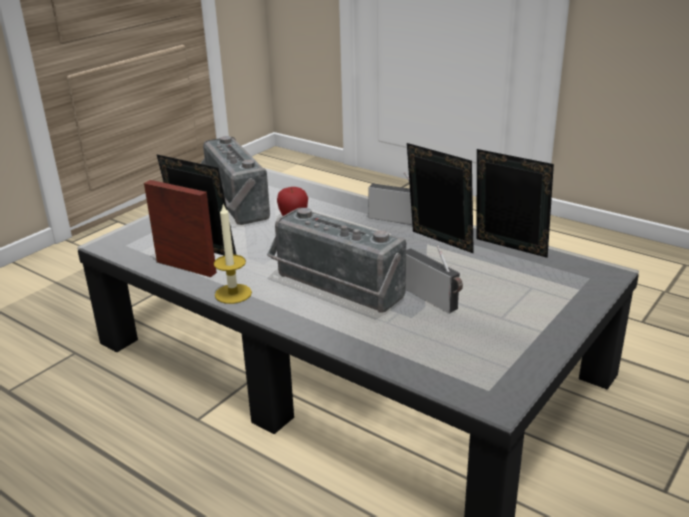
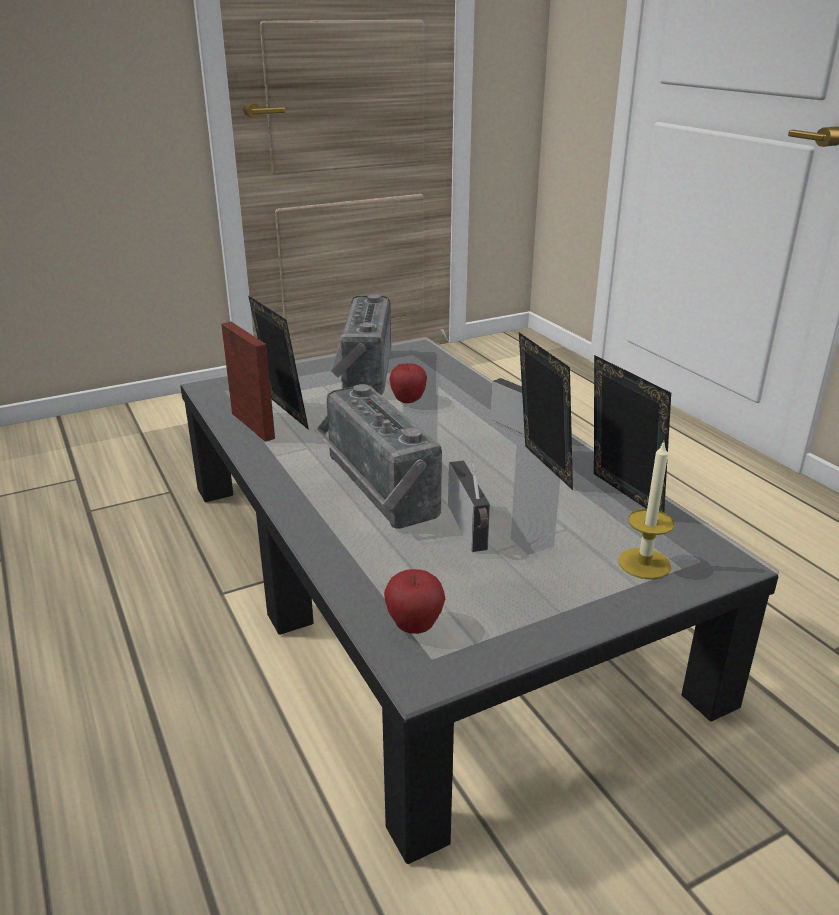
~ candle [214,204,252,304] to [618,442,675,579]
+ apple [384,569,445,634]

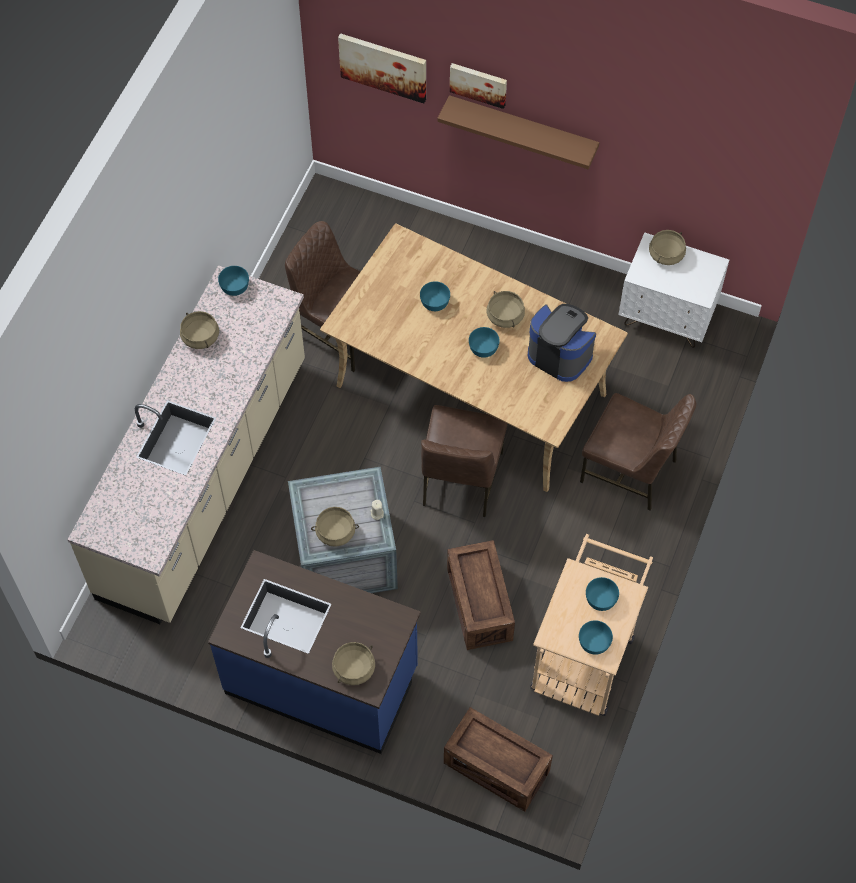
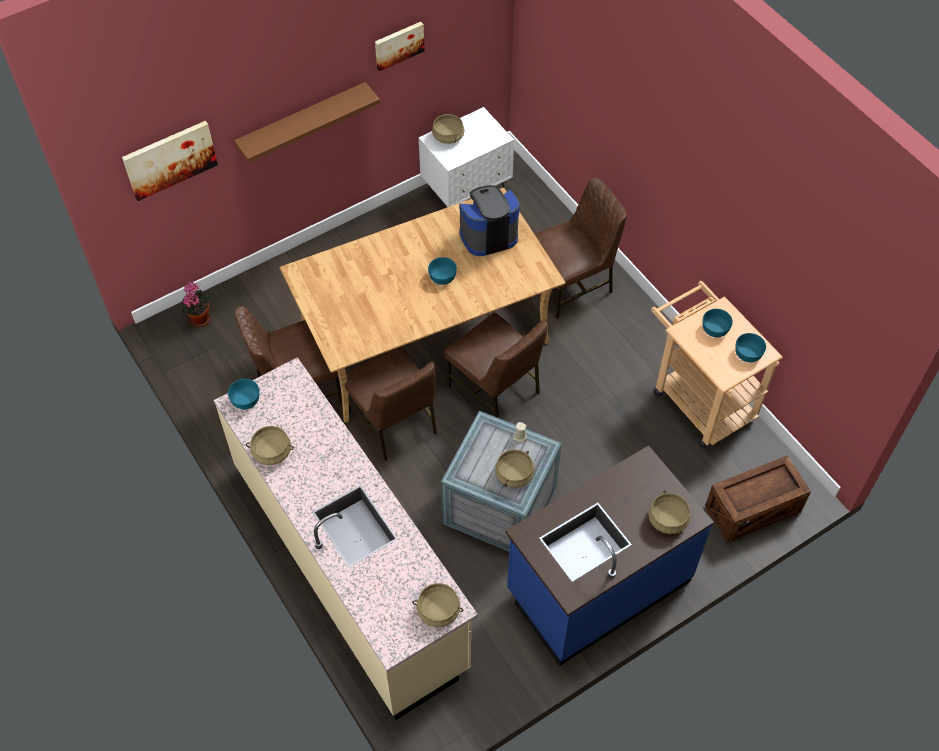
- turquoise bowl [420,281,450,311]
- crate [447,540,515,650]
~ picture [450,63,507,109] to [375,22,425,71]
~ beige cooking pot [487,291,525,328] to [412,583,464,627]
+ potted plant [181,282,211,327]
+ brown chair [345,346,437,461]

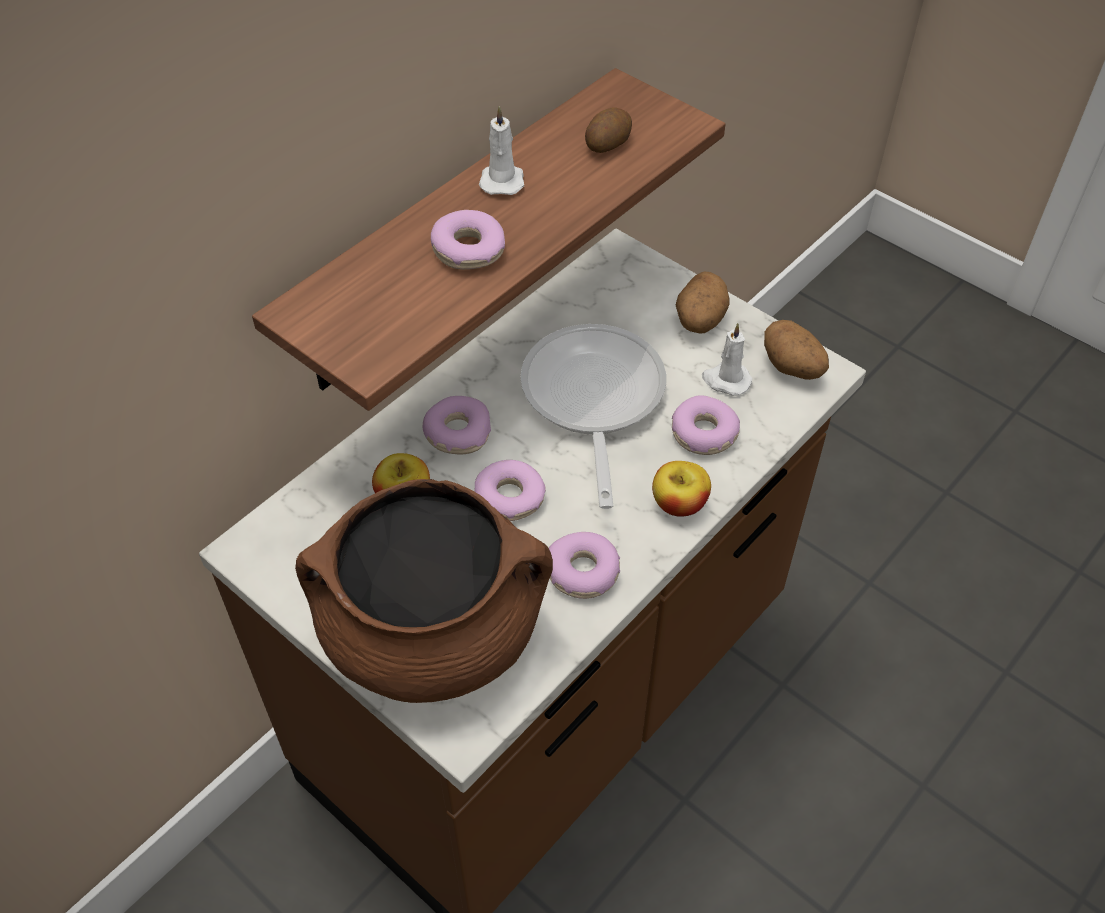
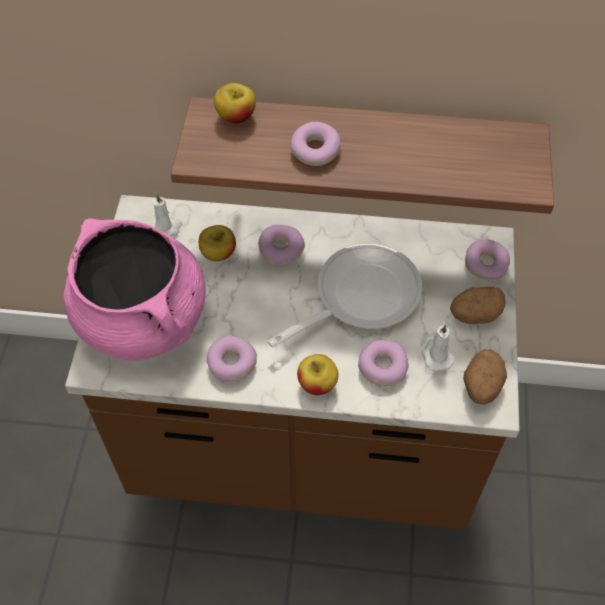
~ brown cooking pot [295,479,553,703] to pink cooking pot [64,219,206,361]
~ donut [475,460,546,521] to [465,239,510,280]
~ white candle [479,106,524,195] to [150,193,182,237]
- potato [585,108,632,153]
+ apple [214,83,256,123]

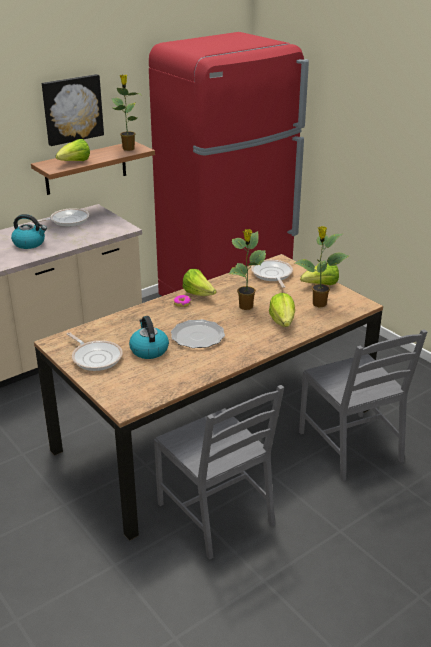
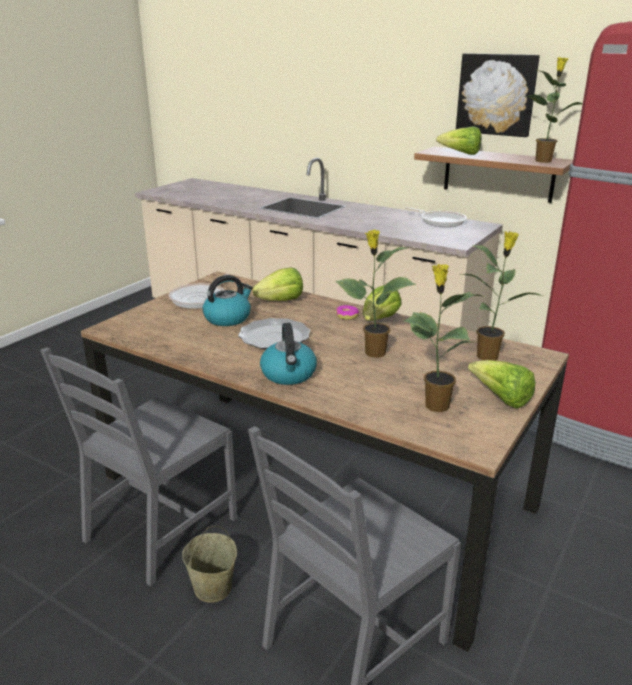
~ kettle [11,214,47,249] to [260,323,317,385]
~ frying pan [251,260,293,288] to potted plant [460,231,543,361]
~ lettuce [269,293,295,327] to [252,268,303,301]
+ beige bucket [182,526,237,603]

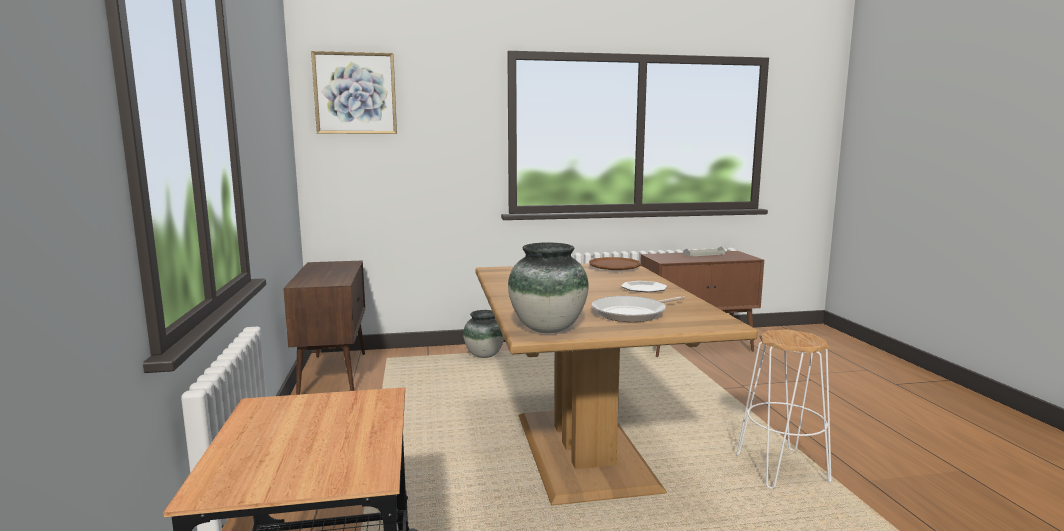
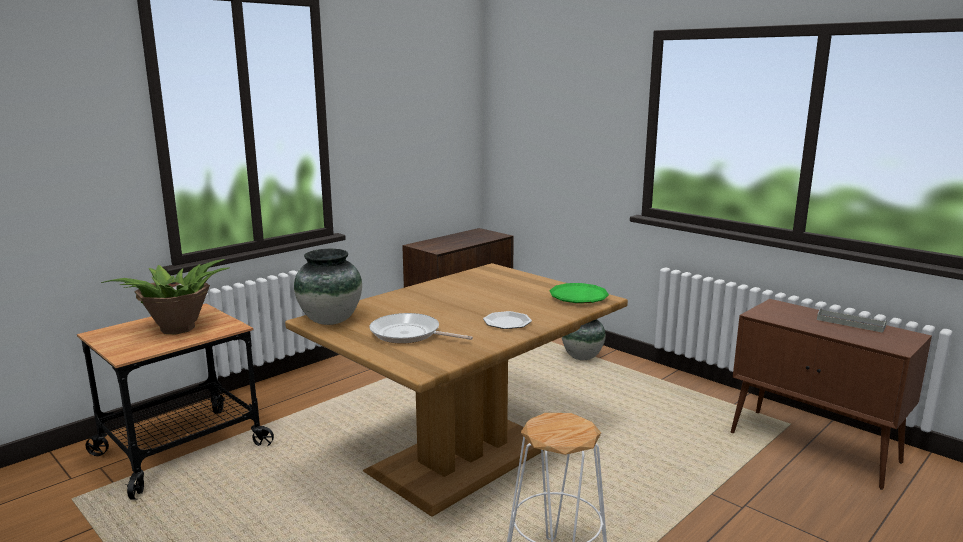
- picture [311,51,397,134]
~ brown plate [589,257,641,270] to green plate [550,283,609,303]
+ potted plant [101,259,230,335]

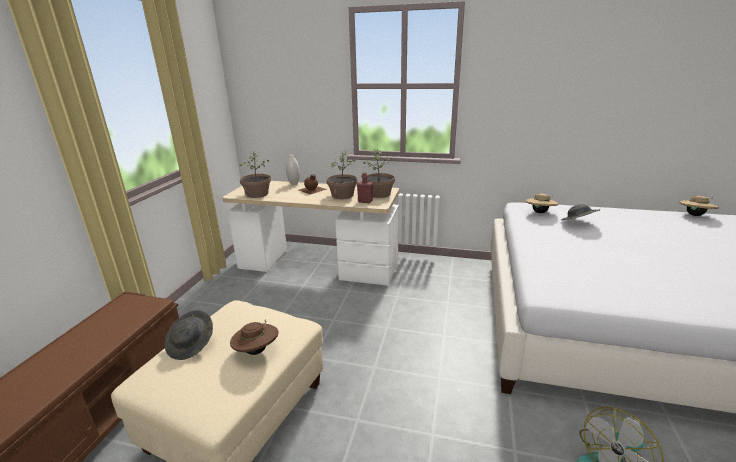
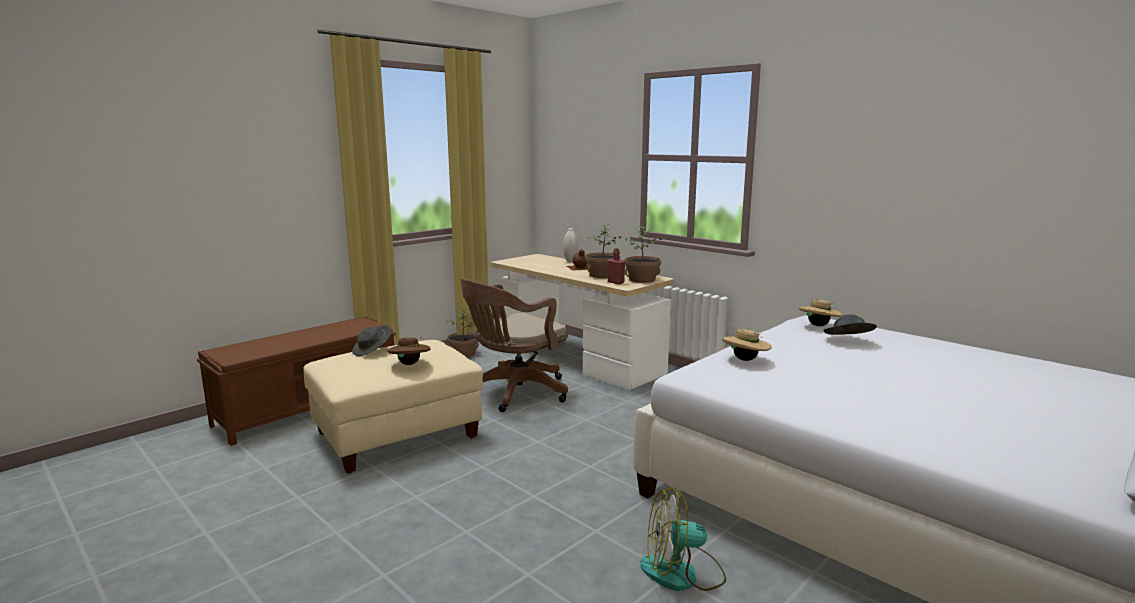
~ potted plant [239,151,271,198] to [446,311,479,357]
~ beige hat [680,196,719,216] to [723,329,772,361]
+ brown office chair [460,279,568,412]

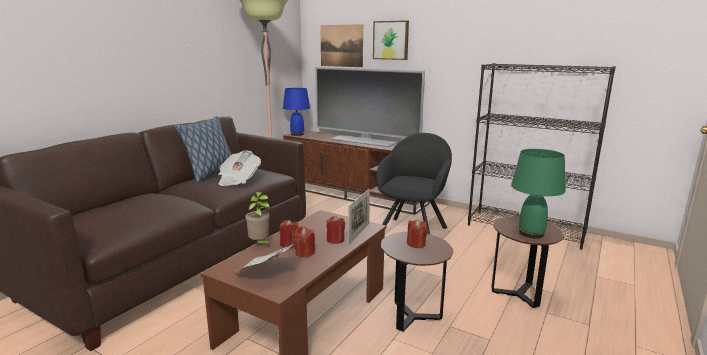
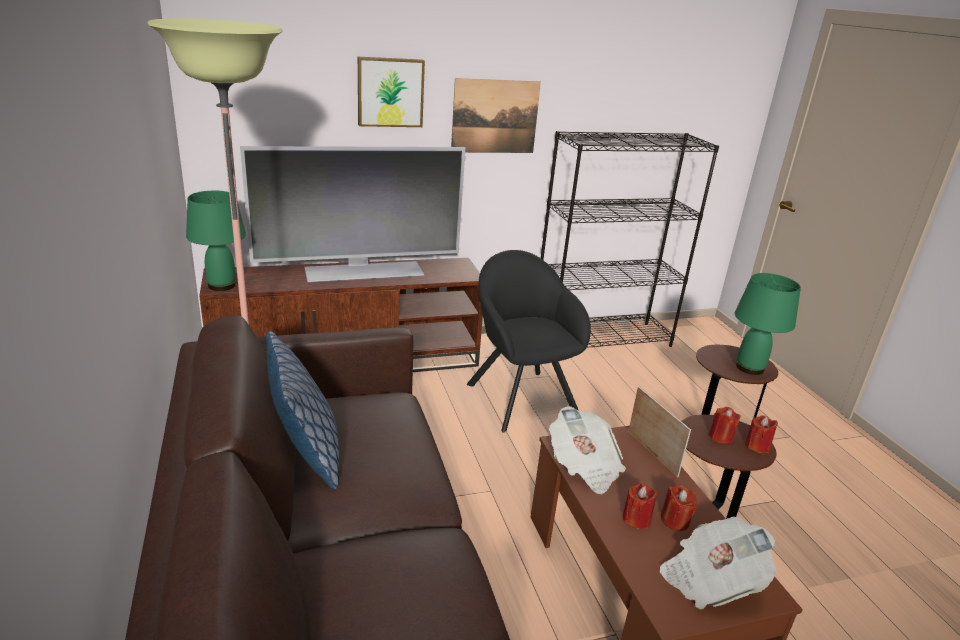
~ newspaper [218,151,261,186] to [549,406,626,494]
- potted plant [245,192,270,247]
~ blue table lamp [283,88,310,136] to green table lamp [186,191,246,291]
~ picture [320,24,363,67] to [451,78,541,153]
~ red candle [327,216,345,244] to [745,415,778,453]

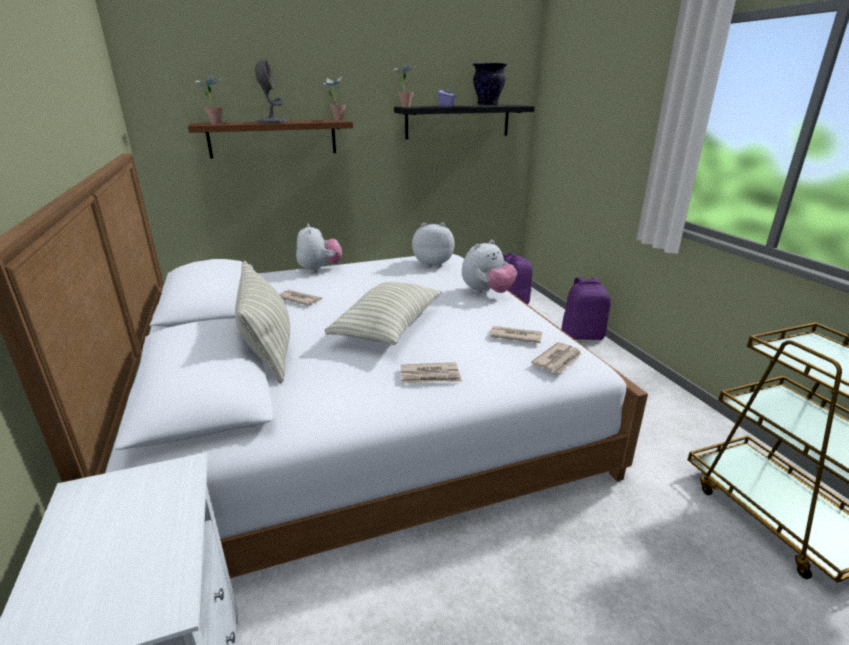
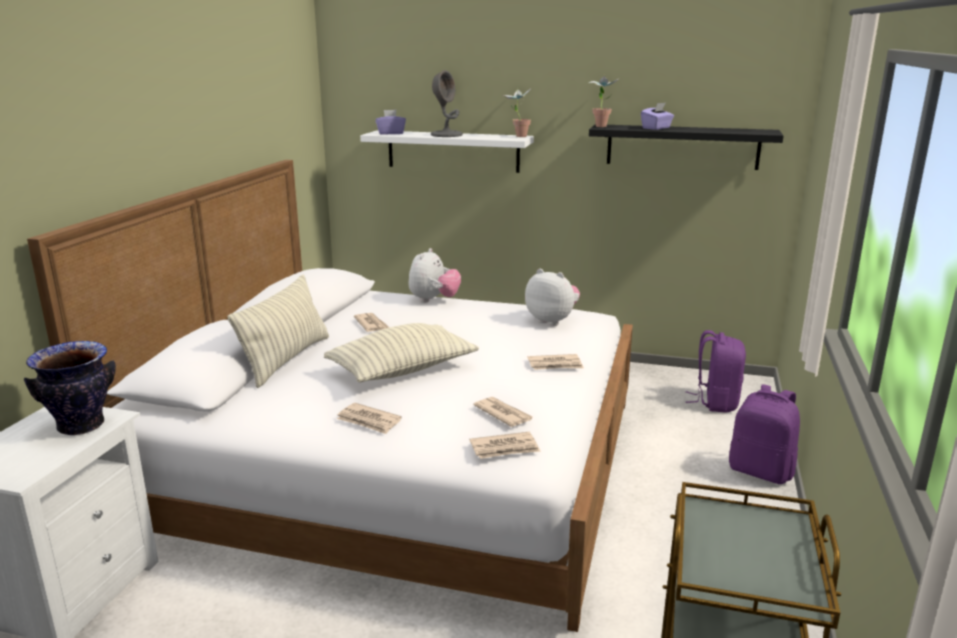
~ brown shelf [188,120,353,159] to white shelf [360,130,534,173]
~ potted plant [194,74,223,124] to purple tissue box [376,110,406,135]
~ plush toy [462,240,517,294] to newspaper [528,354,584,370]
~ vase [473,63,507,106] to [24,341,116,435]

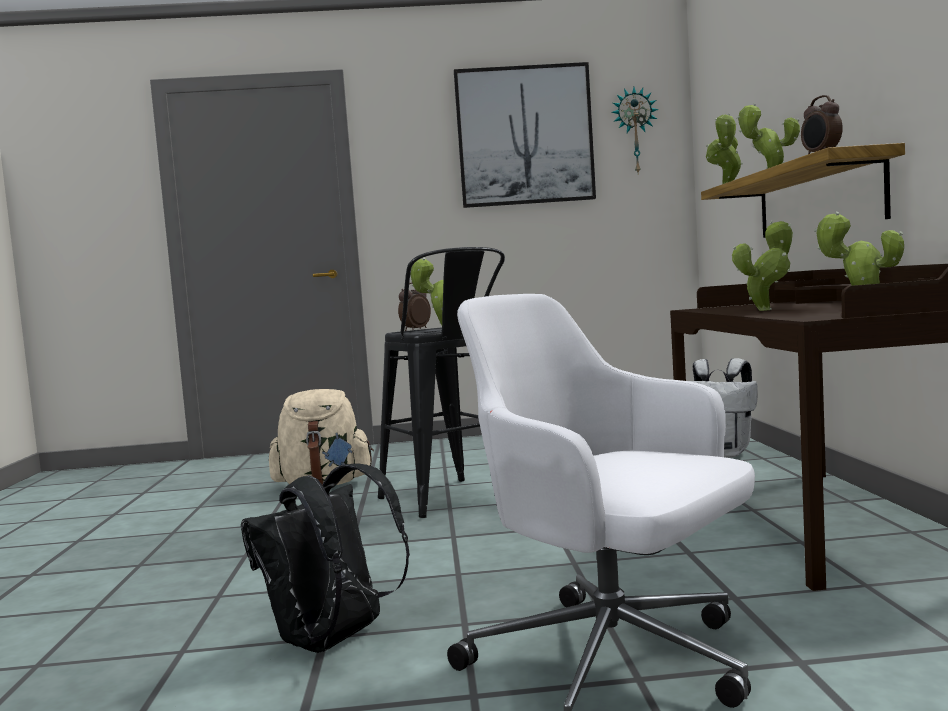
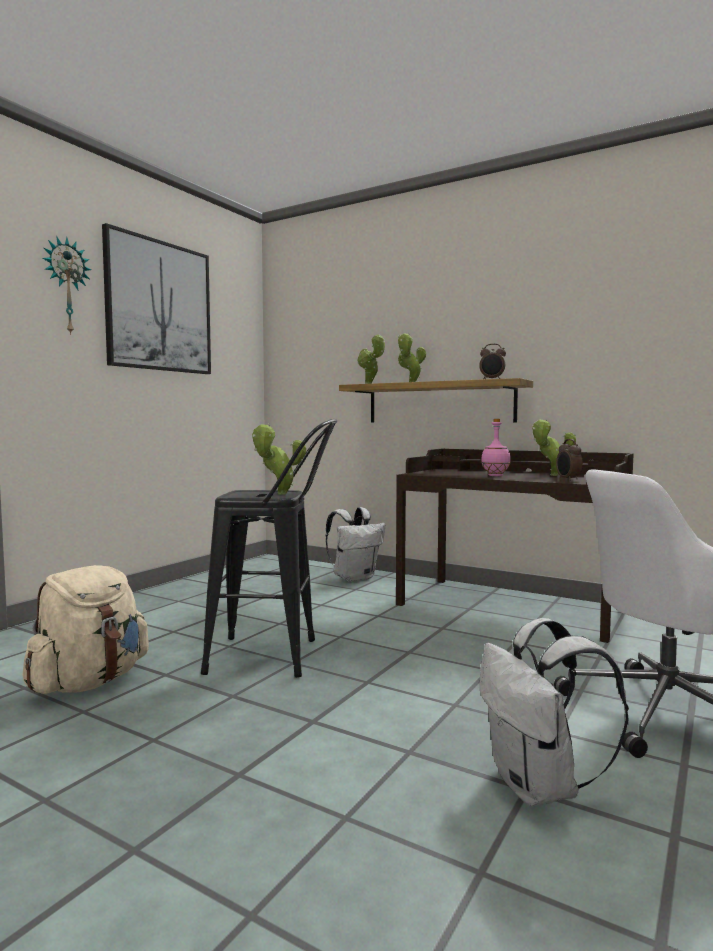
~ black backpack [241,463,410,653] to white backpack [480,618,629,806]
~ alarm clock [398,283,431,331] to [556,439,583,481]
~ wall clock [611,87,659,173] to [42,236,91,335]
~ potted plant [732,221,793,311] to pink bottle [481,419,511,476]

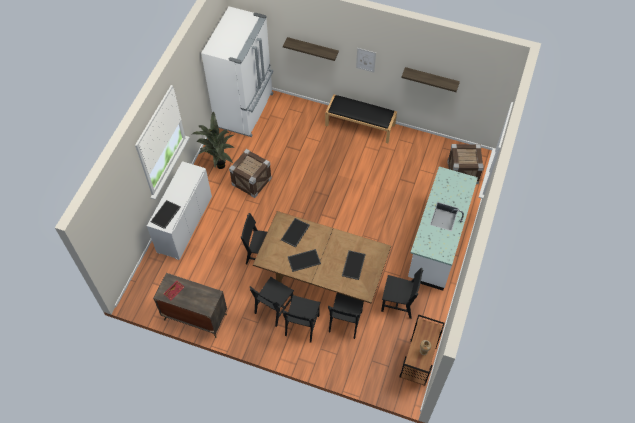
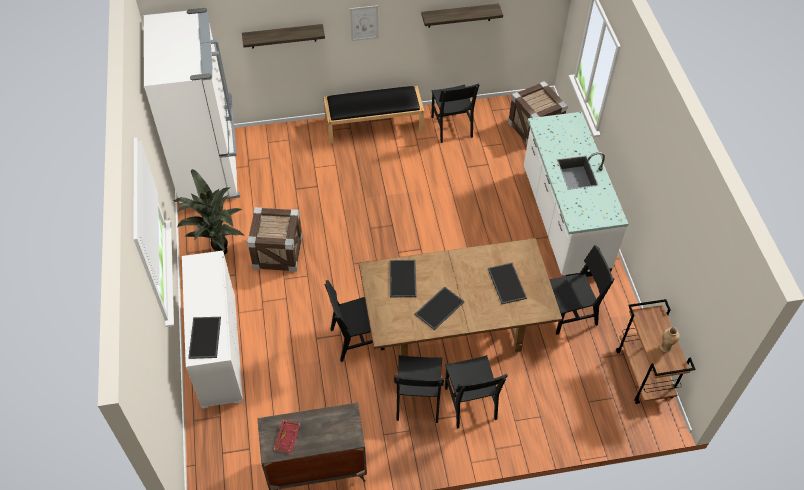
~ black chair [328,293,364,339] to [431,83,480,143]

